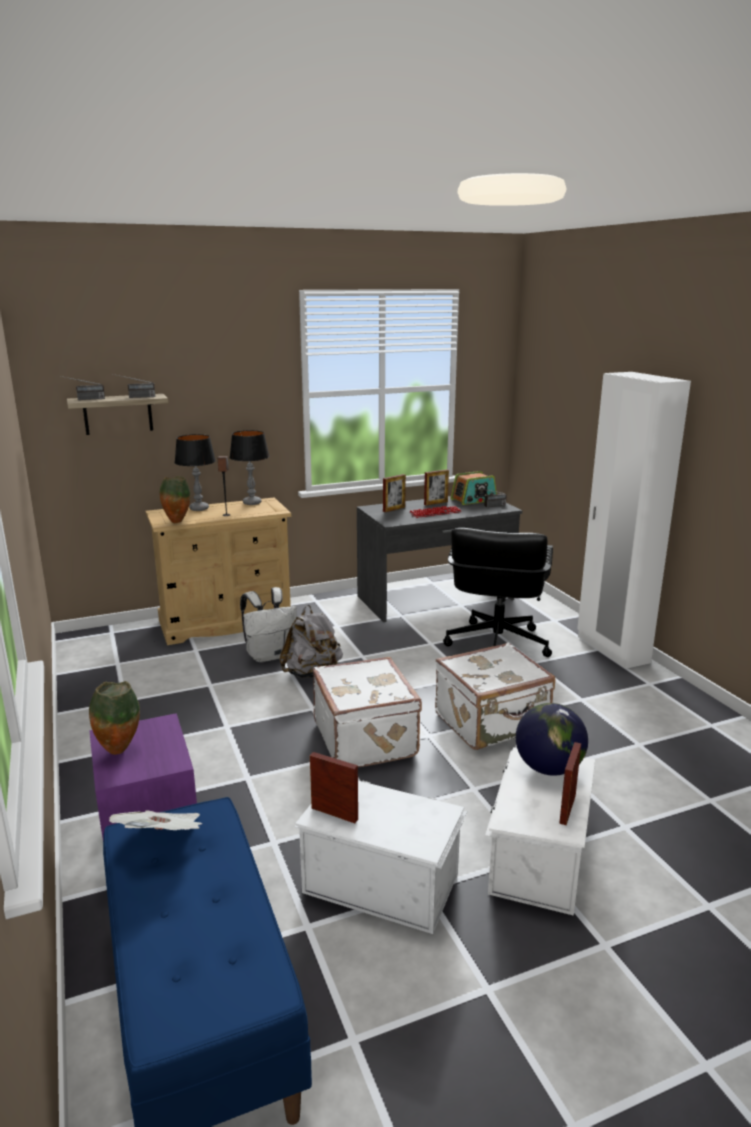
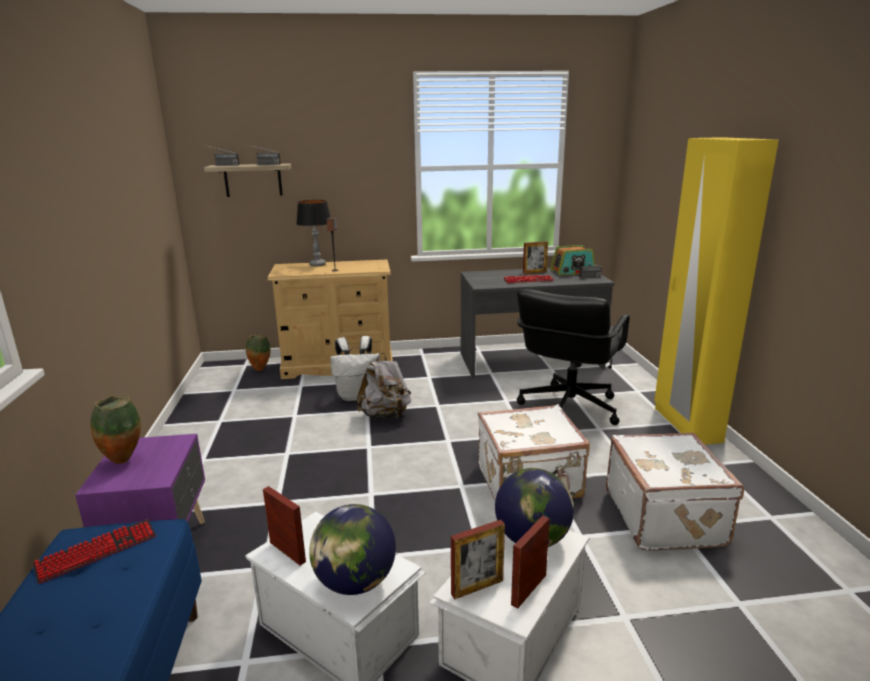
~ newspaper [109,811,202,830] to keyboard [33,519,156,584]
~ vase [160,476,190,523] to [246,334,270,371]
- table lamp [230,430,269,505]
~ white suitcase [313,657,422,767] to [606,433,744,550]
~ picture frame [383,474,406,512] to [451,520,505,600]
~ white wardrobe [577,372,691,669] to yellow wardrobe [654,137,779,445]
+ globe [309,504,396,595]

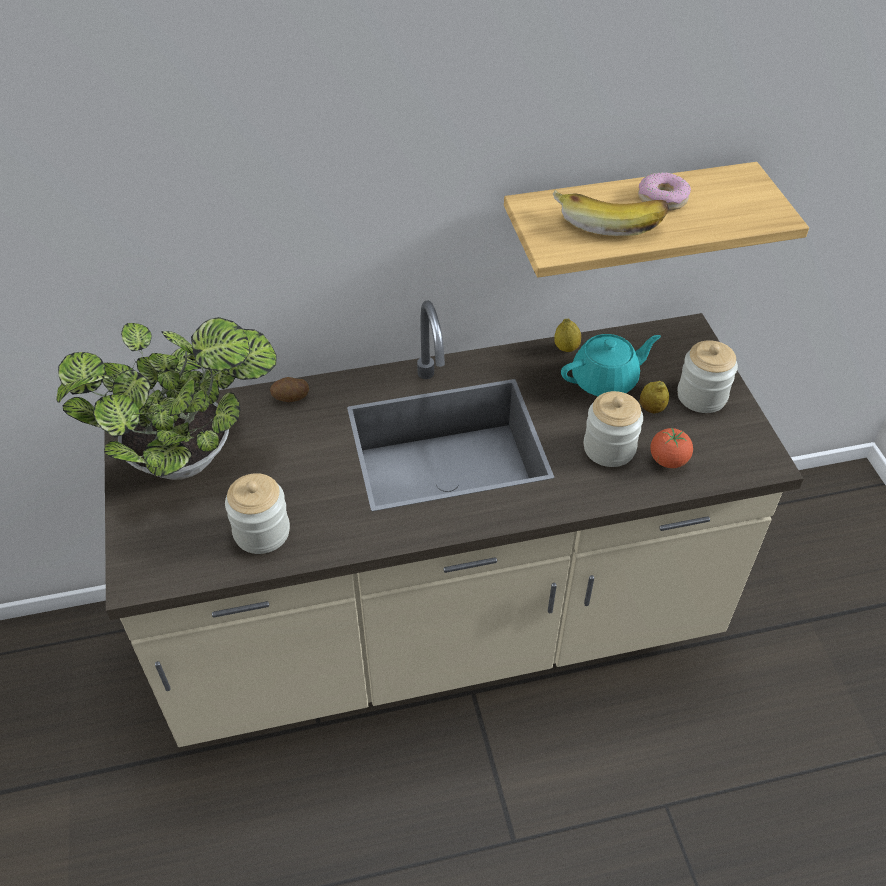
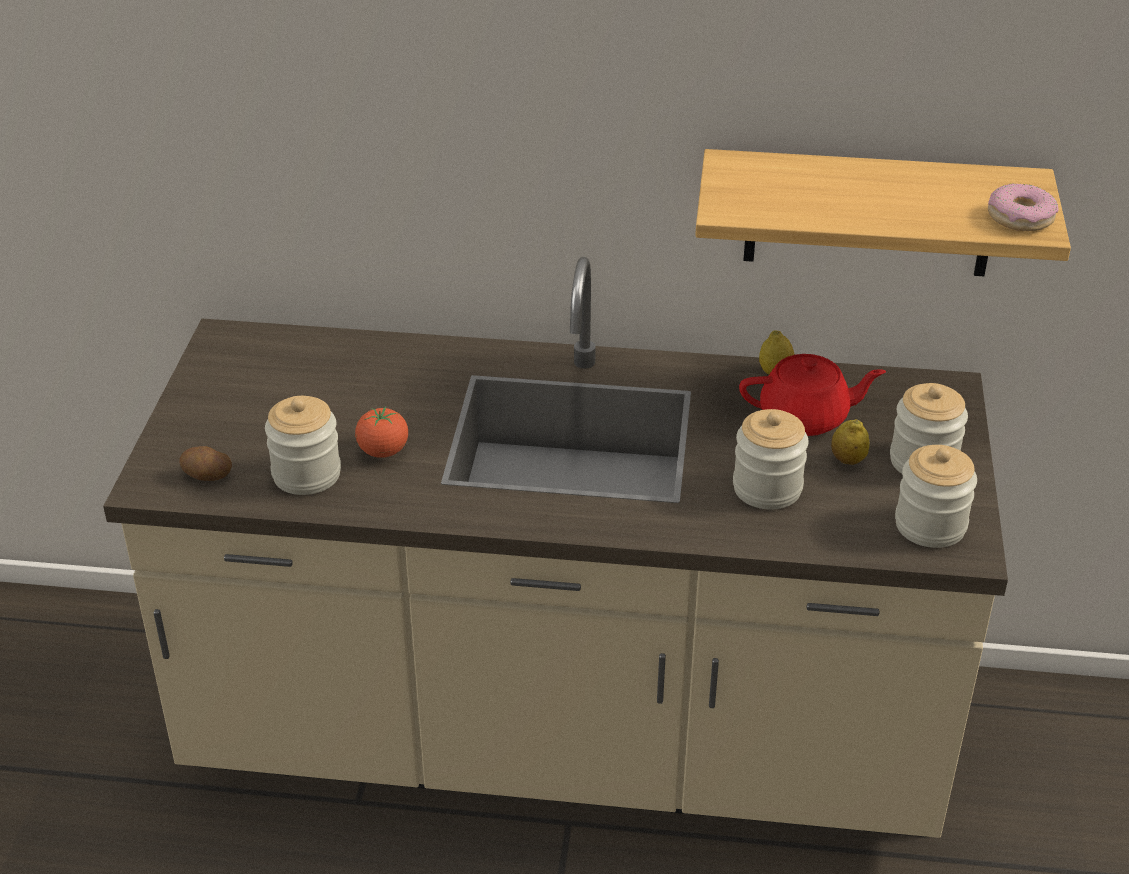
- potted plant [56,317,277,480]
~ potato [270,377,309,402] to [179,446,232,481]
- banana [553,190,669,236]
~ turquoise teapot [561,334,661,396] to red teapot [739,354,886,436]
~ donut [638,172,691,211] to [988,183,1059,231]
~ tomato [650,428,693,468] to [355,406,408,458]
+ jar [895,445,977,548]

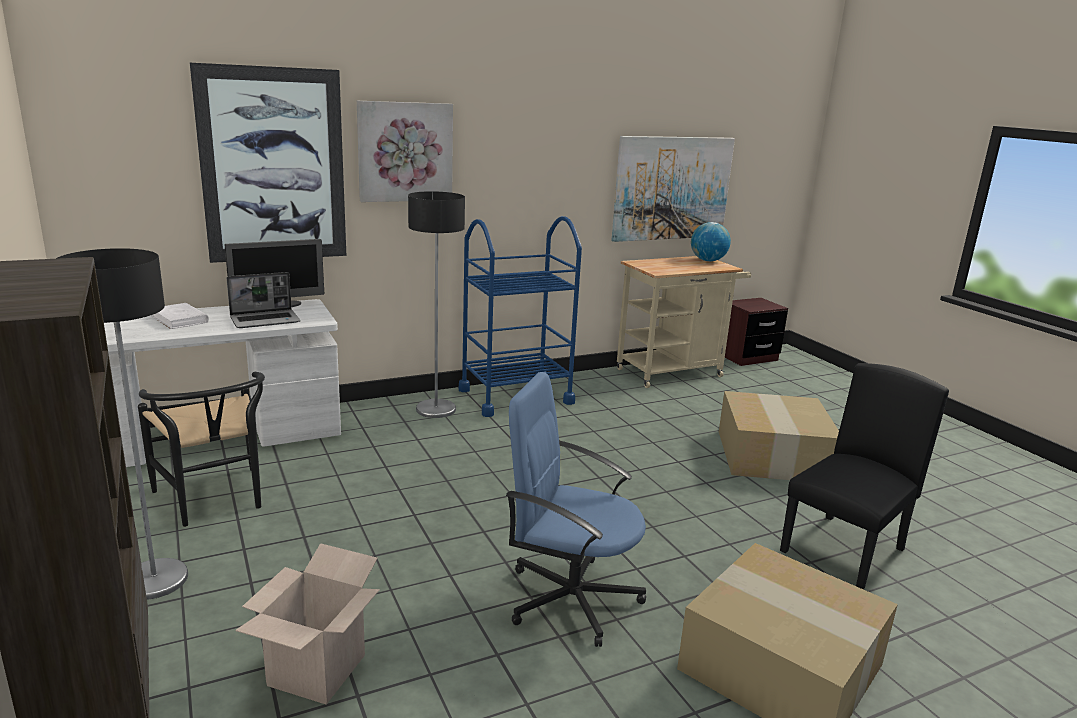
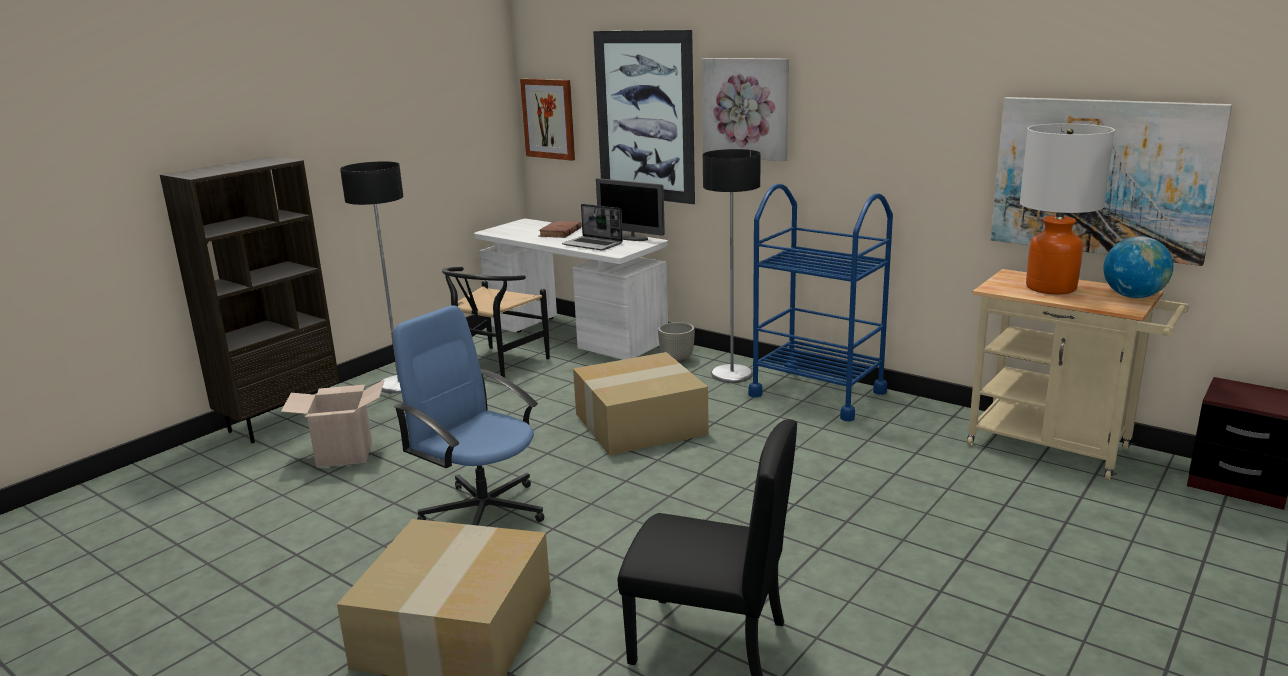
~ white book [151,303,209,329] to brown book [539,221,582,238]
~ blue office chair [506,372,646,647] = [393,305,544,526] 45 degrees counterclockwise
~ cardboard box [719,391,839,480] to [573,352,709,456]
+ picture [520,79,575,161]
+ grey planter [658,322,695,363]
+ table lamp [1020,124,1115,294]

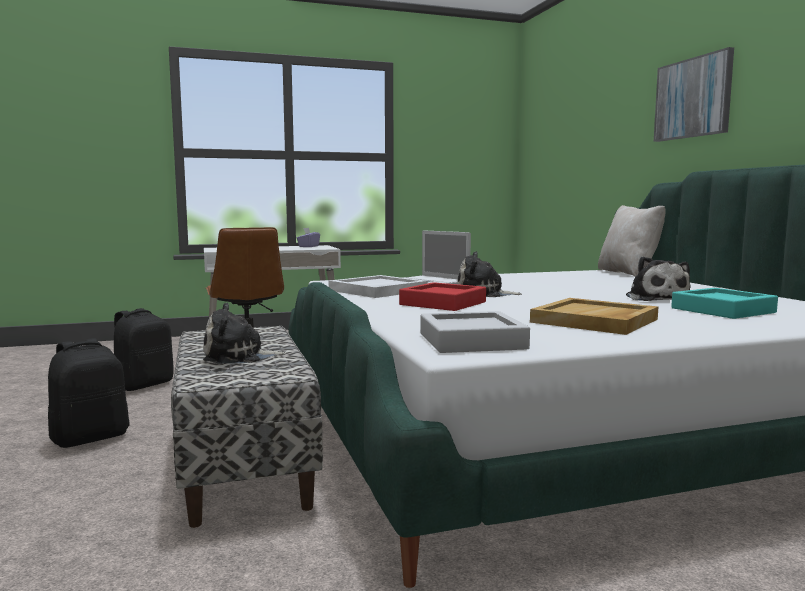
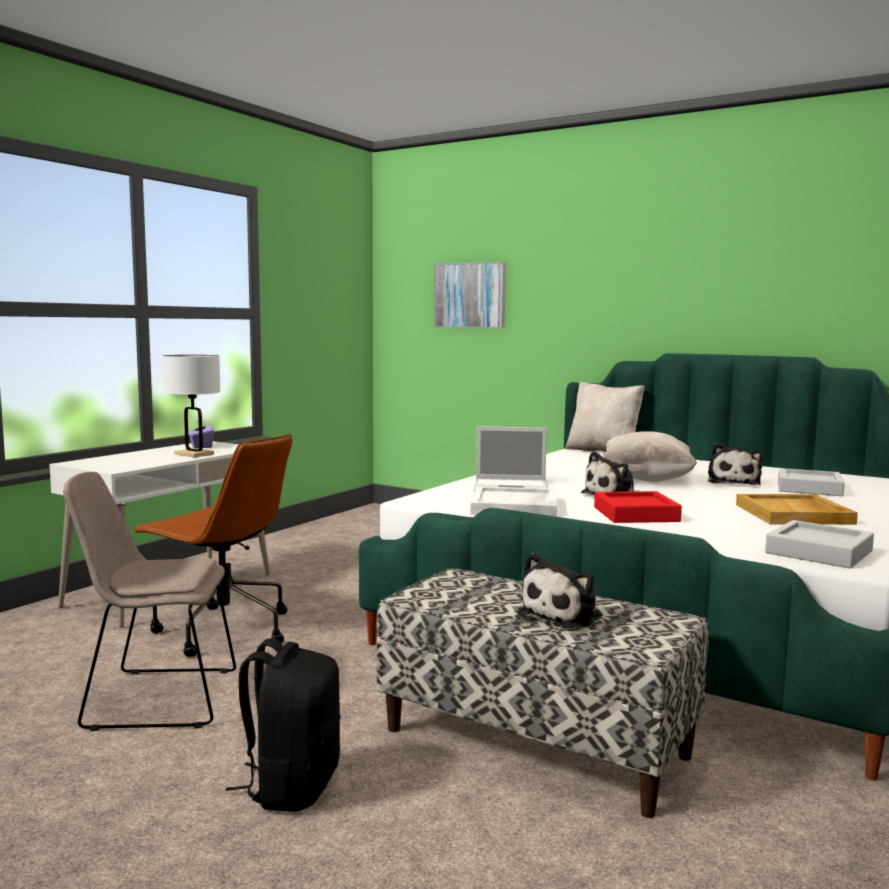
~ black backpack [114,308,174,391] to beige chair [63,472,236,731]
~ plush toy [626,256,691,301] = [708,443,763,485] 60 degrees clockwise
~ picture [654,47,734,142] to [434,262,506,328]
~ turquoise tray [671,288,778,319] to grey tray [778,468,845,496]
+ white table lamp [162,355,221,457]
+ beige pillow [602,431,697,482]

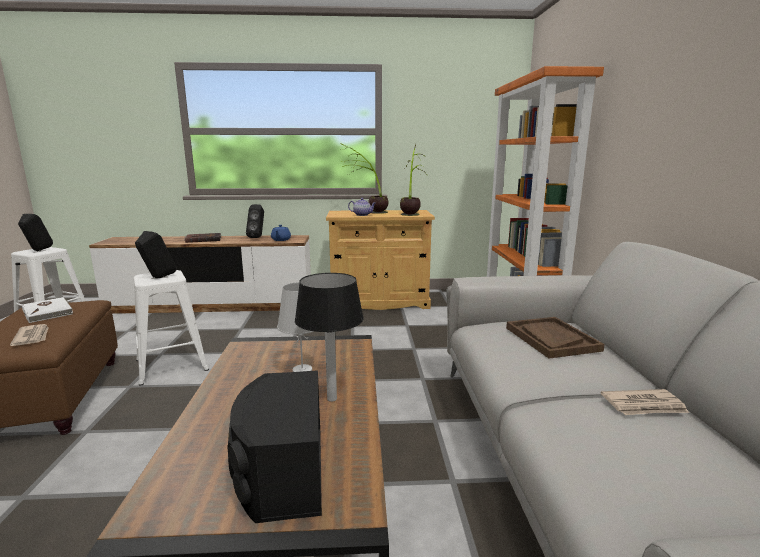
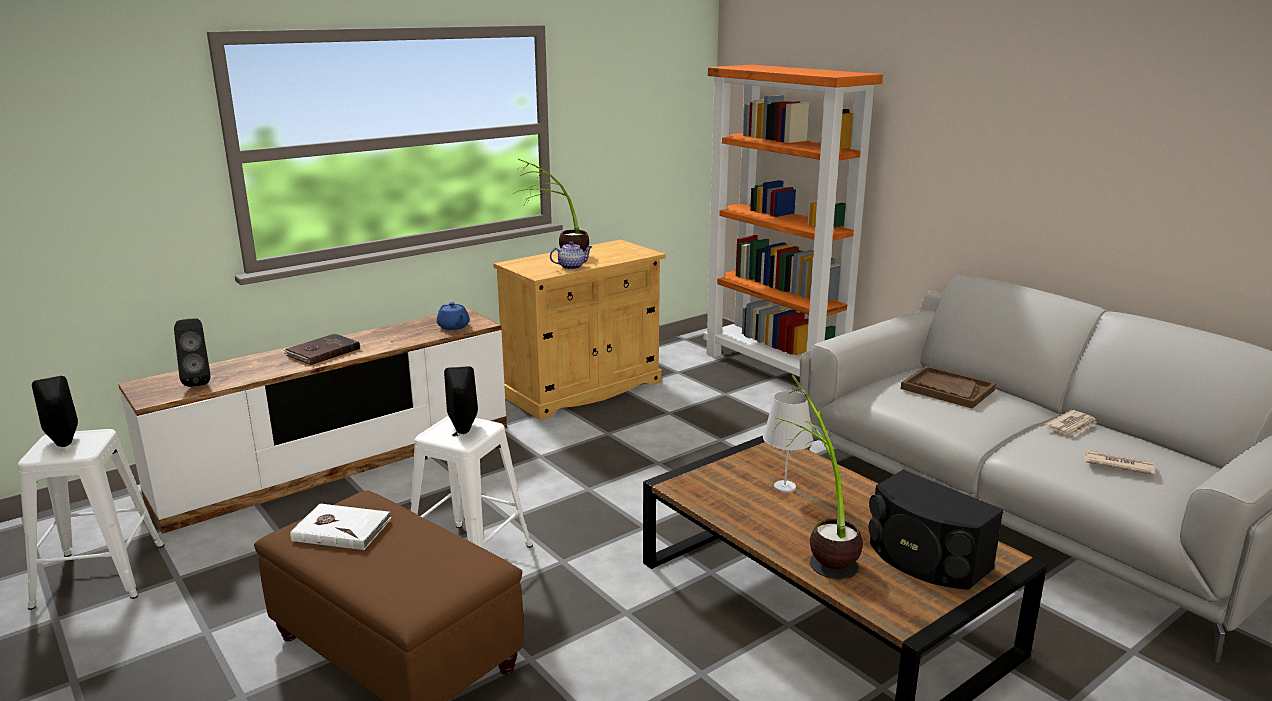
~ newspaper [10,324,49,346] to [1084,450,1154,475]
~ black speaker [246,204,264,238] to [174,319,211,387]
- table lamp [295,273,364,402]
~ potted plant [400,144,428,216] to [773,375,863,579]

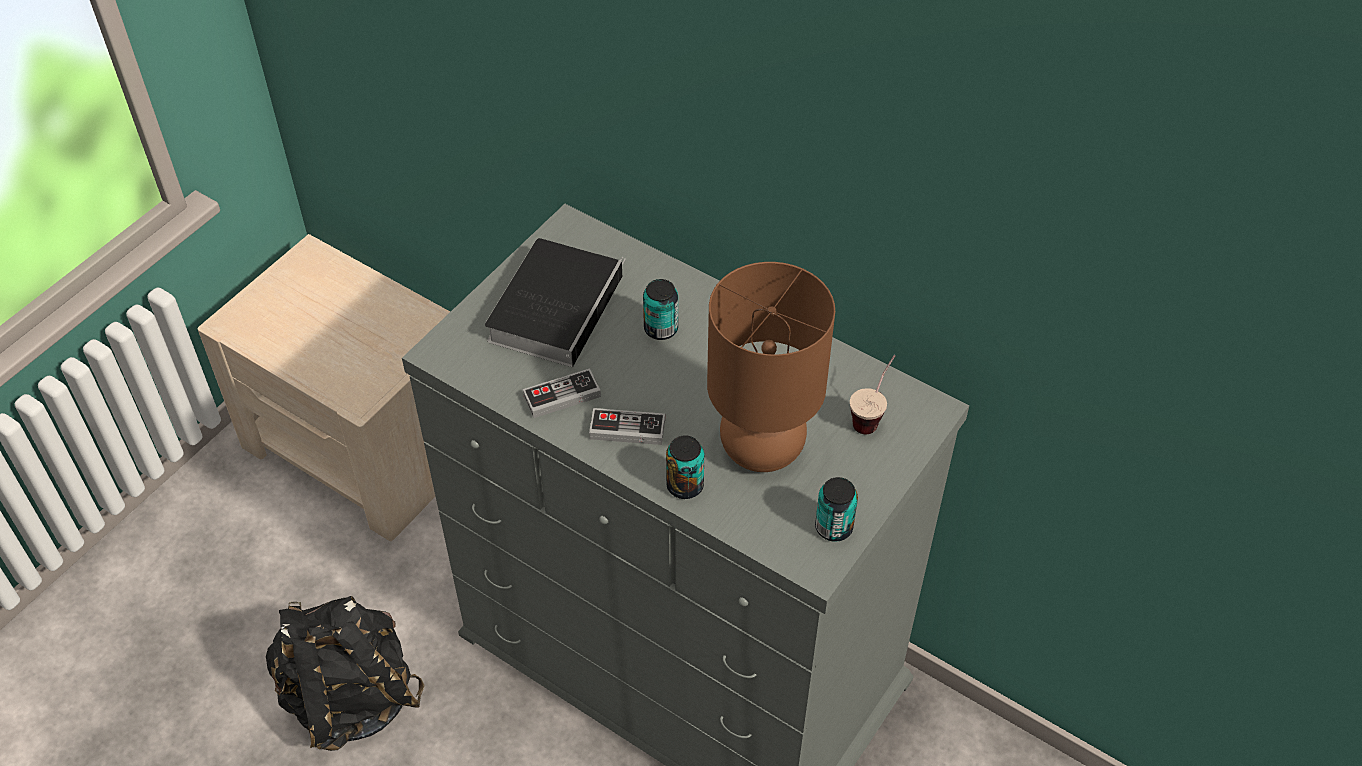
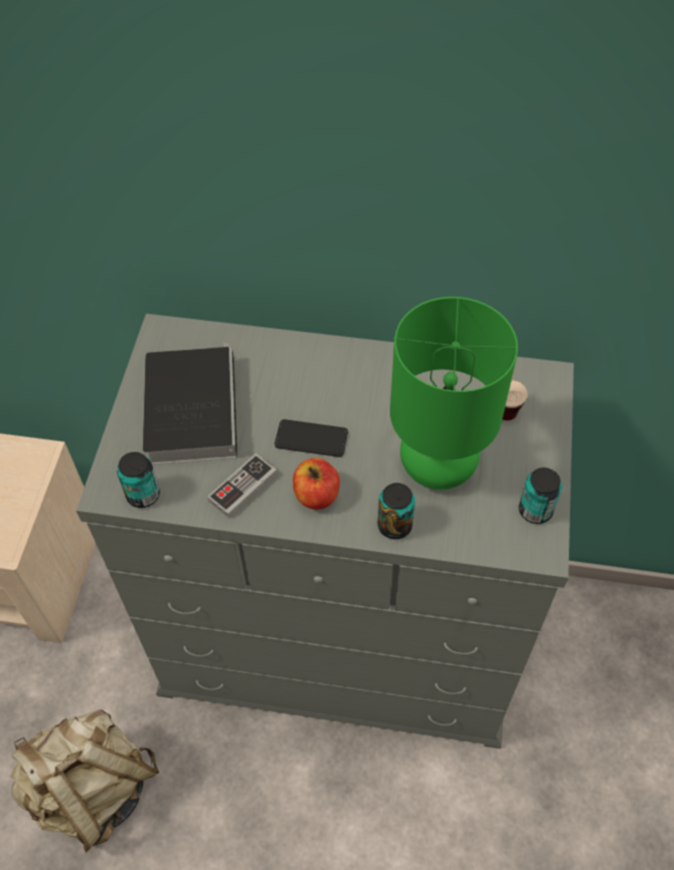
~ black backpack [266,596,425,751] to beige backpack [10,710,159,853]
~ game controller [589,408,665,445] to apple [293,458,340,510]
~ can [643,279,678,340] to [117,452,160,508]
~ brown table lamp [707,262,835,472] to green table lamp [390,297,518,490]
+ phone [274,419,348,457]

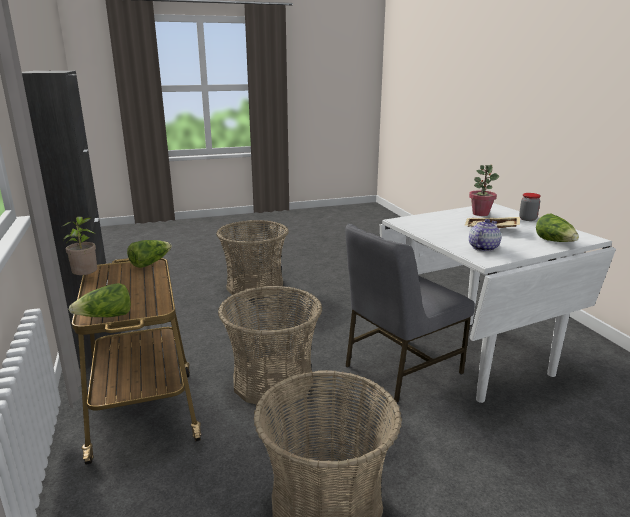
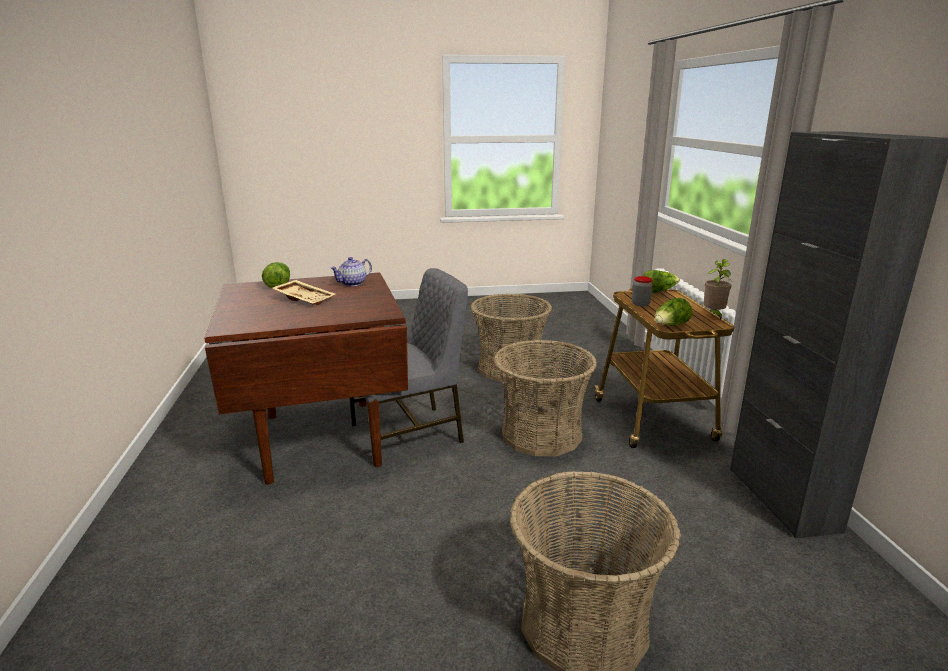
~ white dining table [380,203,616,403] to brown dining table [204,273,408,485]
- potted plant [469,165,499,216]
~ jar [519,193,541,221] to [632,276,653,306]

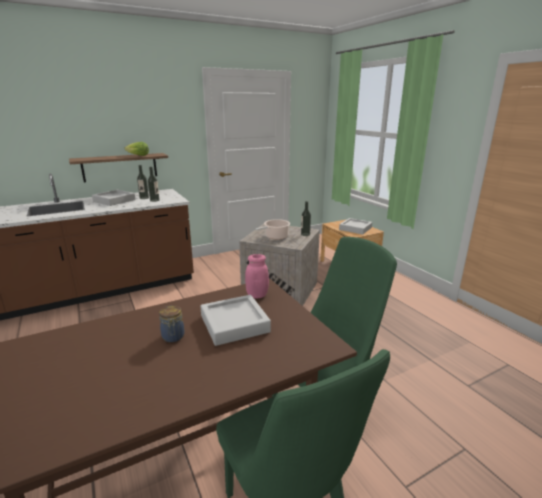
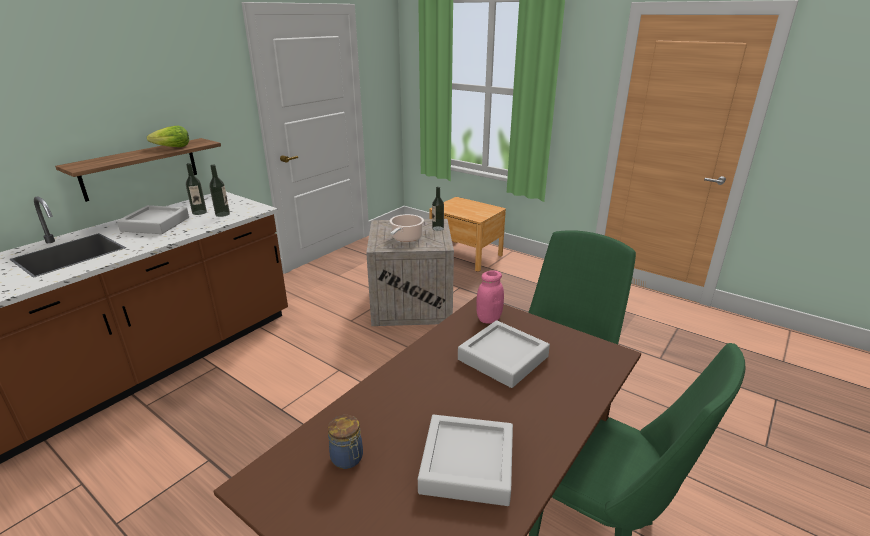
~ jar [159,305,185,342] to [328,415,363,469]
~ grey tray [339,218,372,235] to [418,415,513,506]

